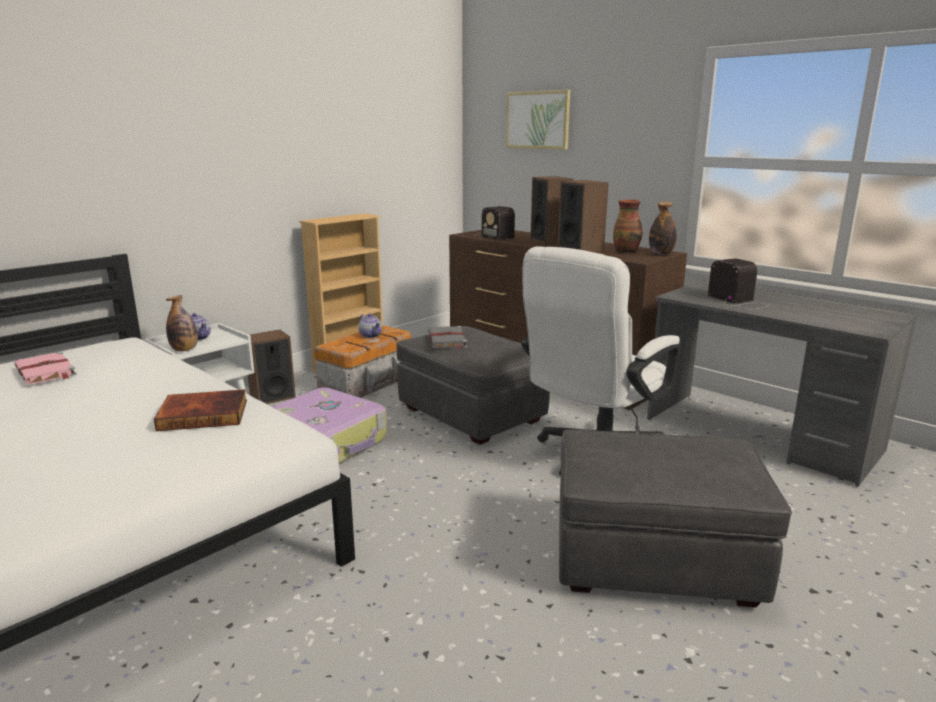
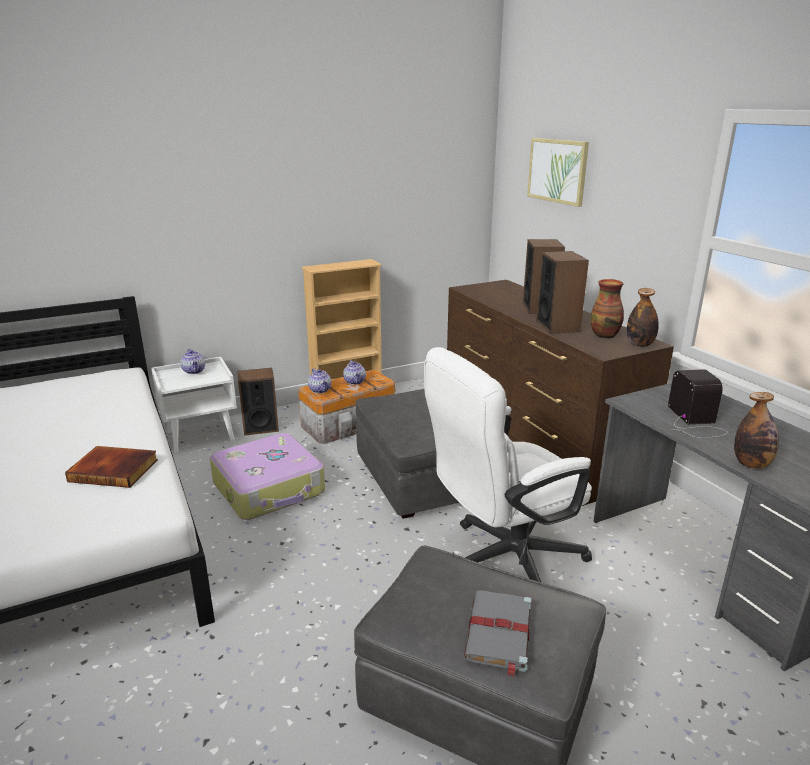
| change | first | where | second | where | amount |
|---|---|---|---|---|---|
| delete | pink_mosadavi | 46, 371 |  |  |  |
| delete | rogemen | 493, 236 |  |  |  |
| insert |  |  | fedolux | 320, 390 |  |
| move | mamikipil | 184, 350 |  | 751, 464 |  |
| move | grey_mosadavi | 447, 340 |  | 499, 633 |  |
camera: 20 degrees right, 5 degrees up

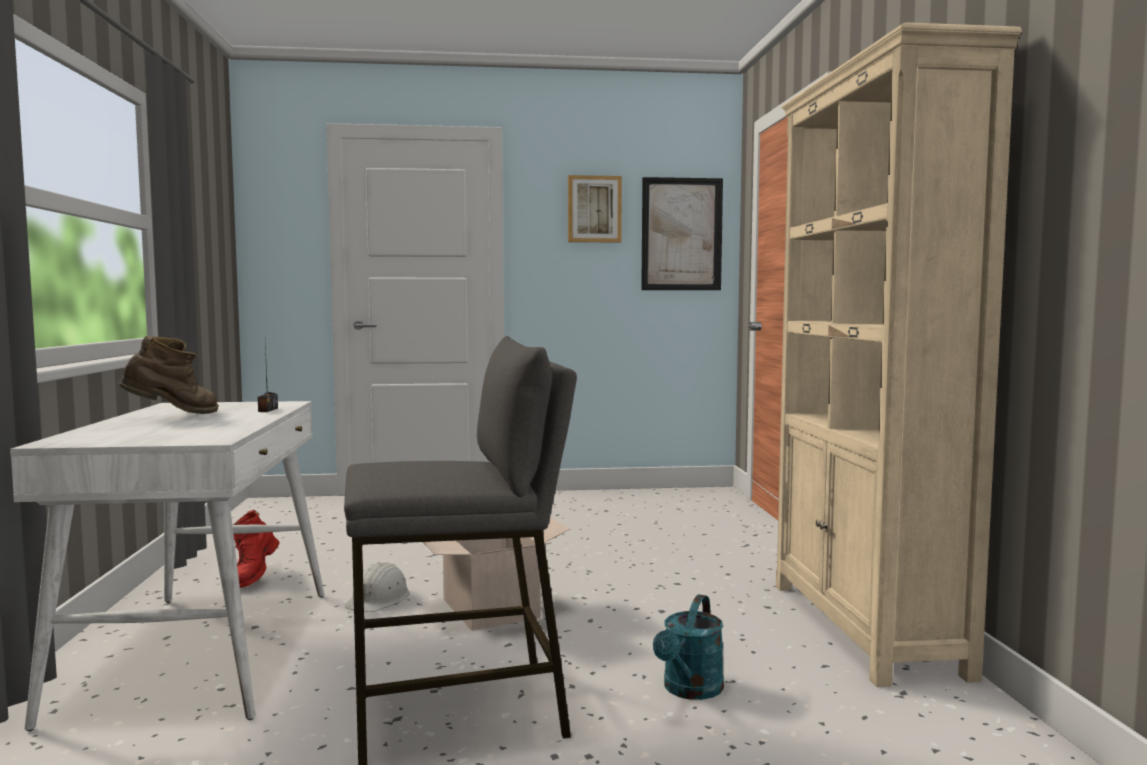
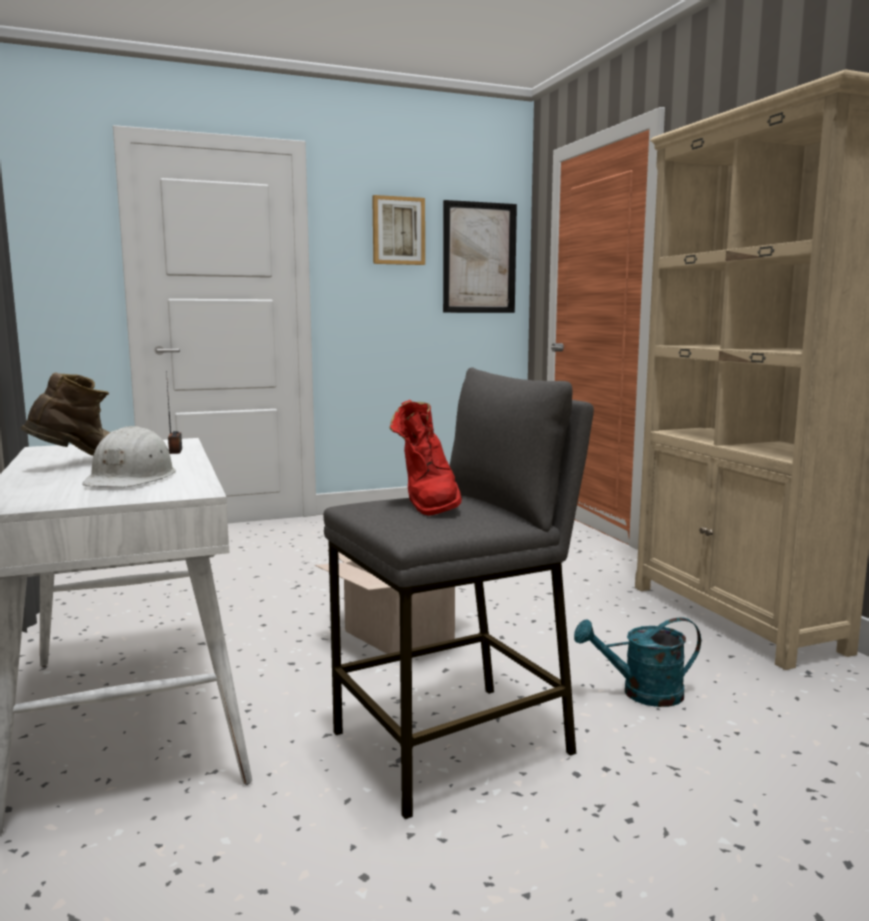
| change | first | where | second | where | amount |
|---|---|---|---|---|---|
| move | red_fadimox | 253, 578 |  | 427, 503 |  |
| move | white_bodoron | 378, 599 |  | 131, 478 |  |
| rotate | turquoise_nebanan | 689, 690 |  | 641, 693 | 75 degrees clockwise |
camera: 15 degrees left, 5 degrees up

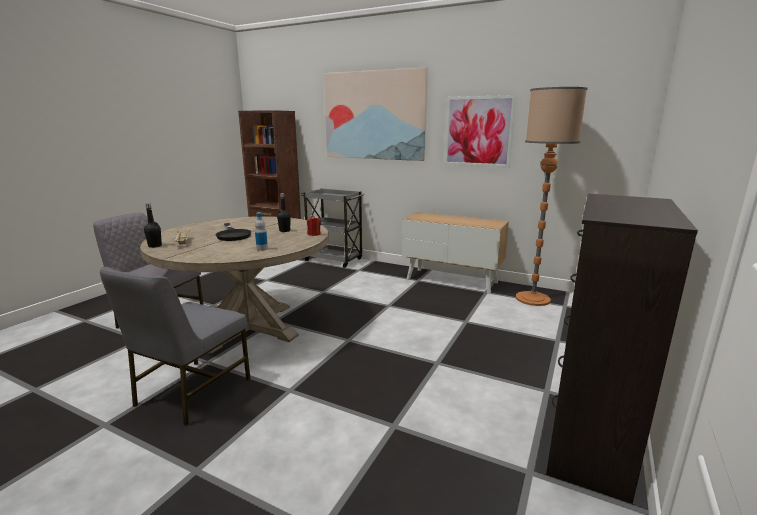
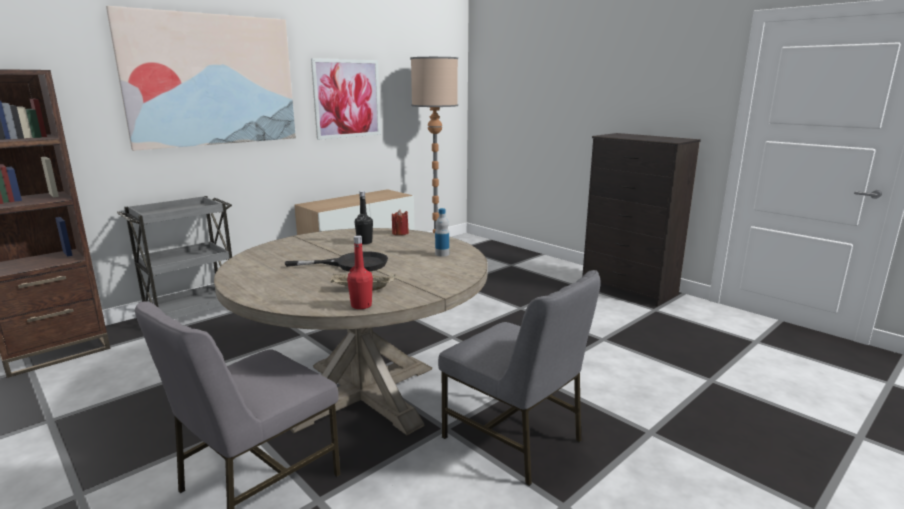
| change | first | where | second | where | amount |
|---|---|---|---|---|---|
| recolor | black_mamikipil | 155, 246 | red_mamikipil | 361, 305 |  |
camera: 70 degrees left, 0 degrees up

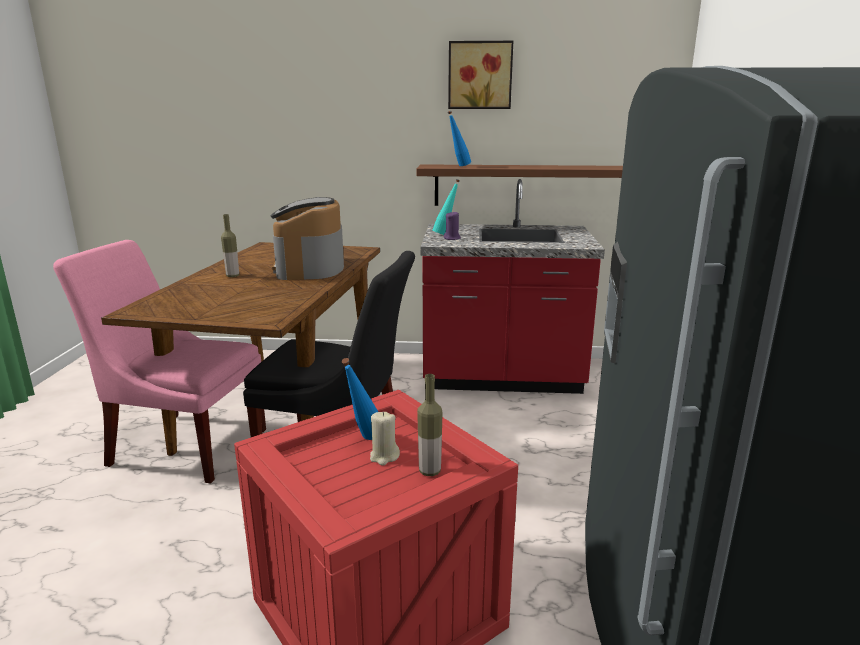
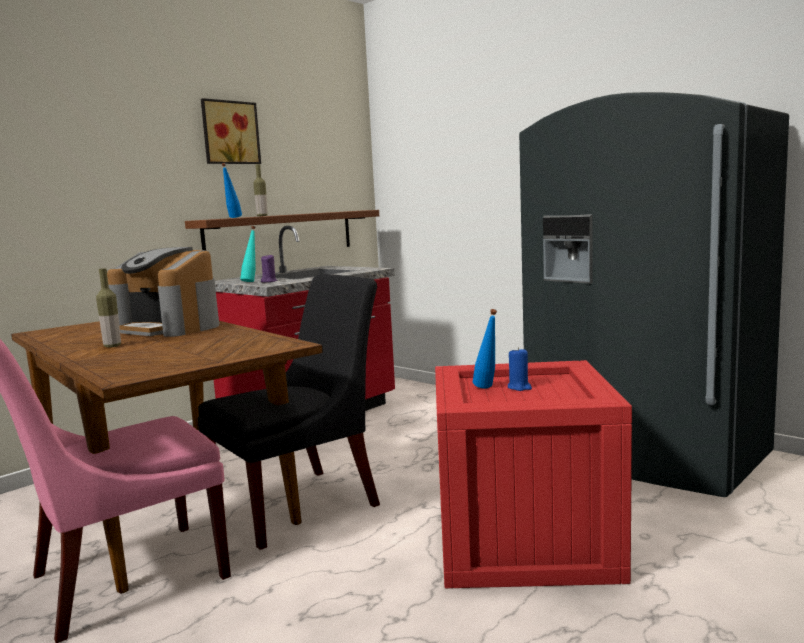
| change | first | where | second | where | amount |
|---|---|---|---|---|---|
| move | mamikipil | 429, 471 |  | 262, 216 |  |
| recolor | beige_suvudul | 384, 456 | blue_suvudul | 519, 387 |  |
camera: 50 degrees left, 10 degrees down

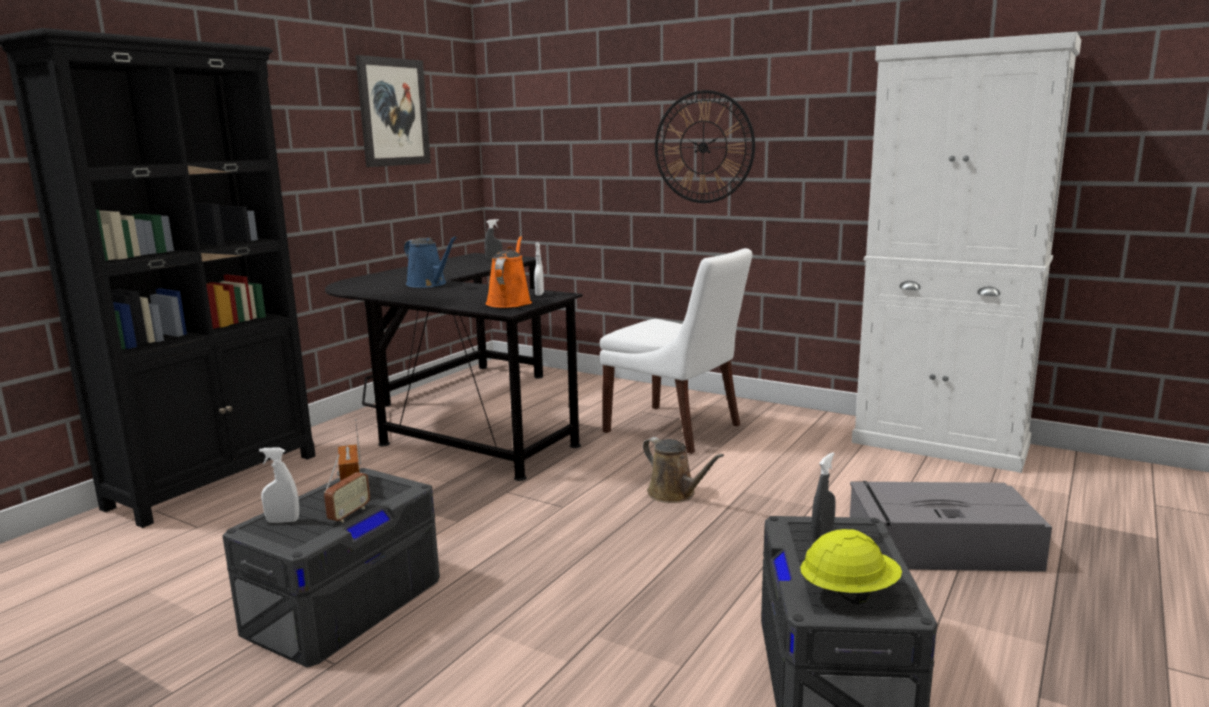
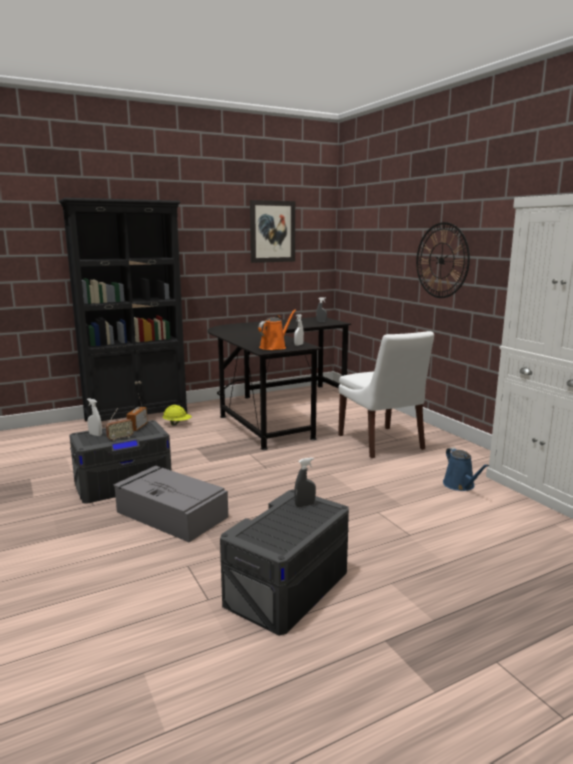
| change | first | where | second | where | amount |
|---|---|---|---|---|---|
| delete | brown_nebanan | 674, 494 |  |  |  |
| move | blue_nebanan | 429, 284 |  | 460, 485 |  |
| move | yellow_bodoron | 848, 593 |  | 177, 424 |  |
| move | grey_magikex | 938, 546 |  | 170, 514 |  |
camera: 30 degrees right, 0 degrees up

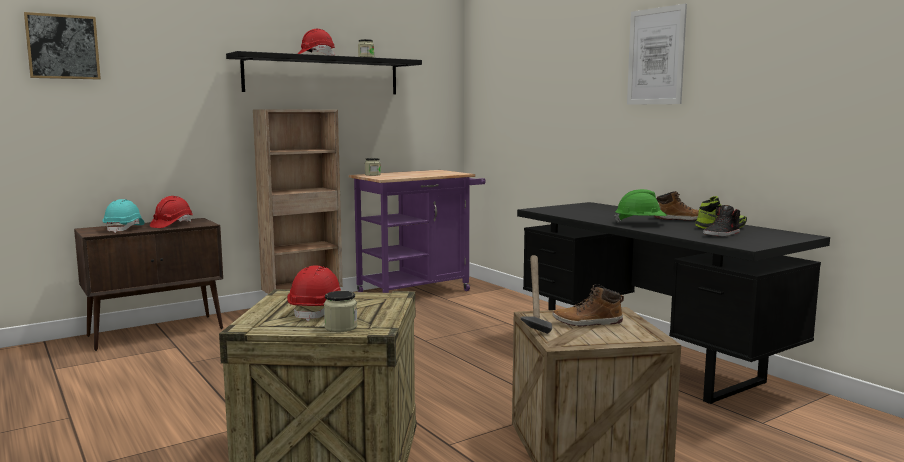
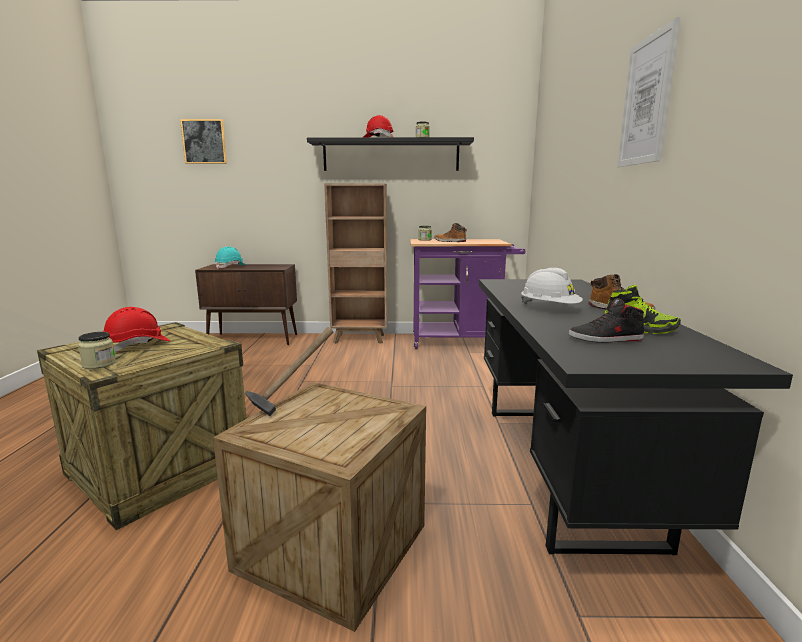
| change | first | where | second | where | amount |
|---|---|---|---|---|---|
| delete | red_bodoron | 171, 225 |  |  |  |
| move | fadimox | 587, 322 |  | 449, 241 |  |
| recolor | green_bodoron | 640, 223 | white_bodoron | 549, 308 |  |
camera: 35 degrees right, 5 degrees up

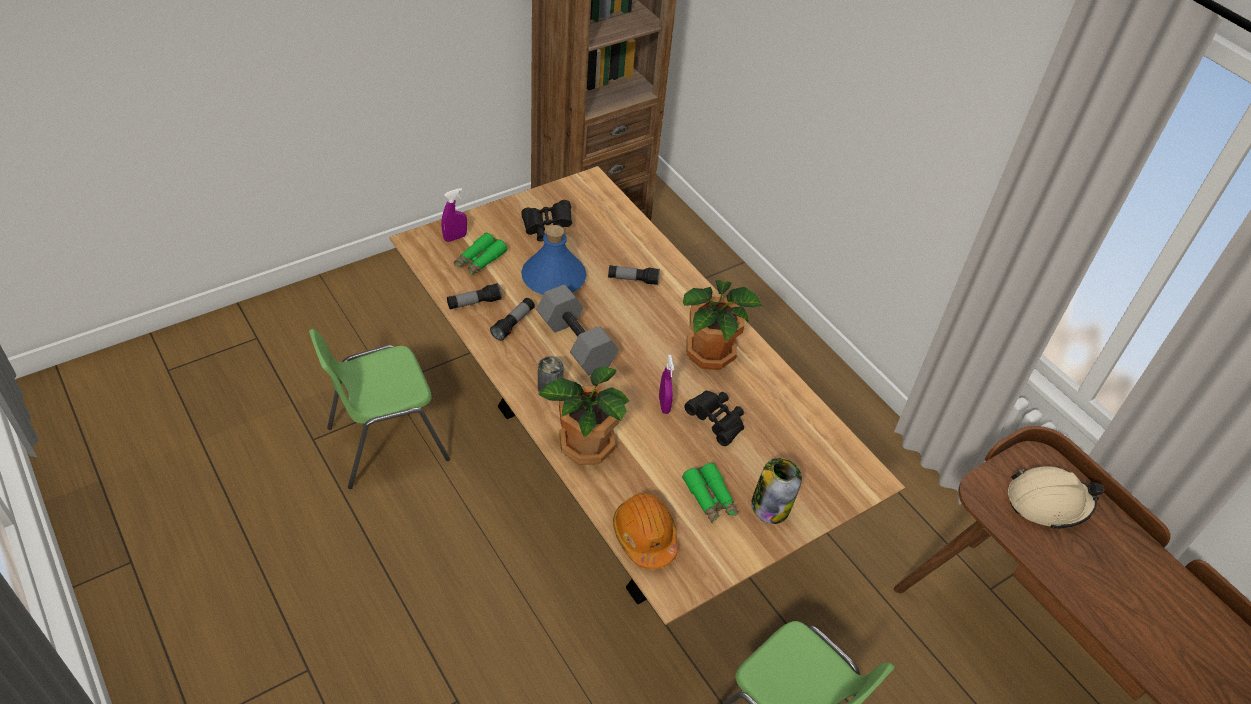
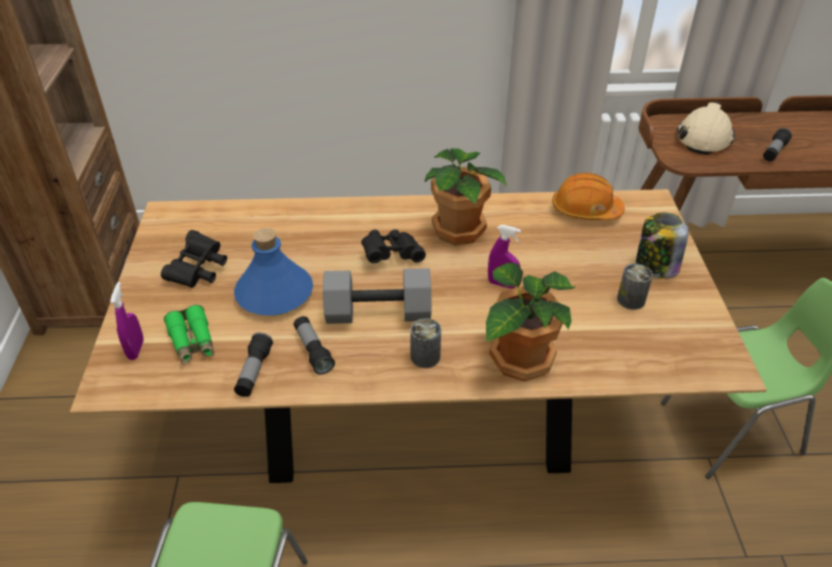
| change | first | where | second | where | amount |
|---|---|---|---|---|---|
| move | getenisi | 633, 280 |  | 774, 152 |  |
| move | orange_bodoron | 644, 536 |  | 585, 210 |  |
| move | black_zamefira | 716, 422 |  | 391, 255 |  |
| replace | green_zamefira | 710, 498 | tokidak | 631, 300 |  |
camera: 55 degrees left, 5 degrees down

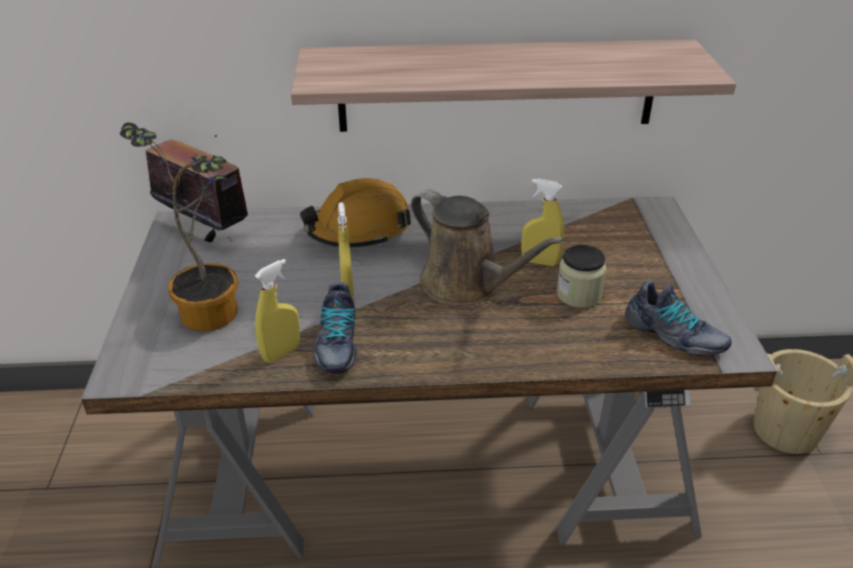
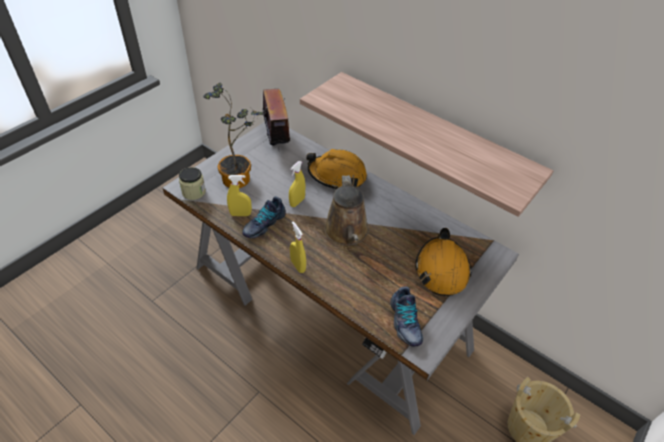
| change | first | where | second | where | amount |
|---|---|---|---|---|---|
| insert |  |  | orange_bodoron | 441, 269 |  |
| move | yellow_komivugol | 540, 262 |  | 298, 266 |  |
| move | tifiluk | 578, 294 |  | 194, 192 |  |
camera: 40 degrees right, 10 degrees up

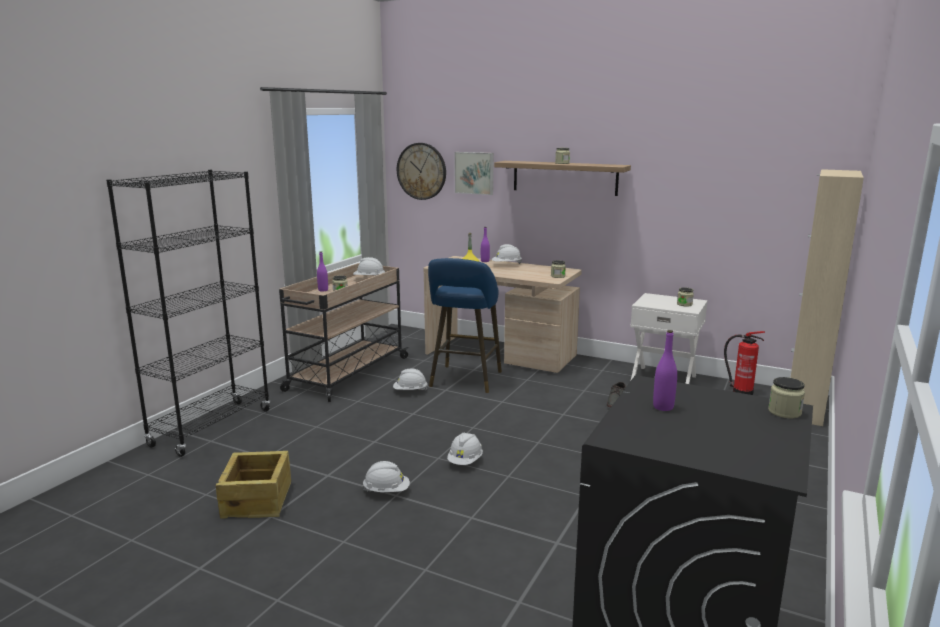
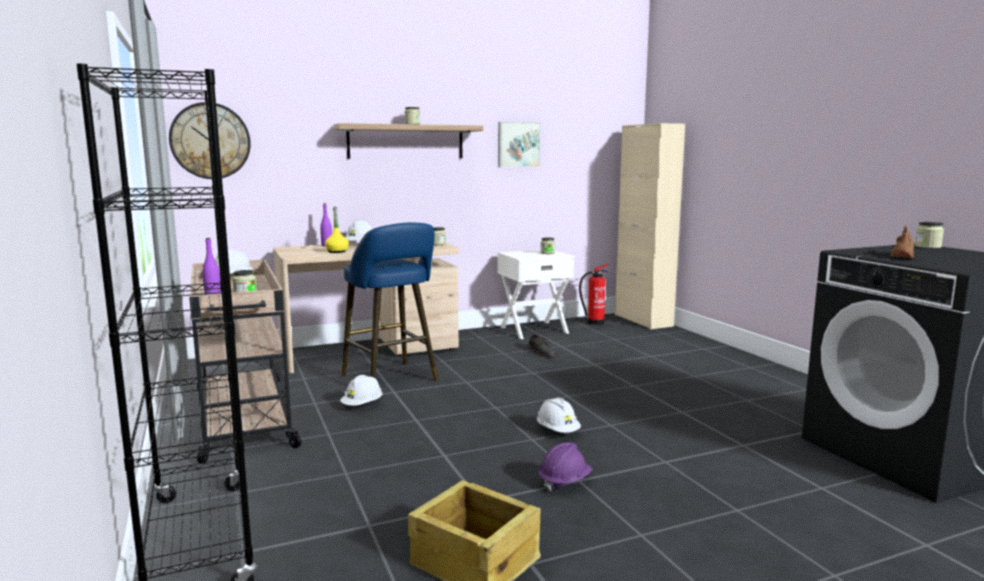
| change | first | where | second | where | amount |
|---|---|---|---|---|---|
| move | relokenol | 474, 173 |  | 518, 144 |  |
| replace | purple_mamikipil | 663, 407 | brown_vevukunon | 901, 256 |  |
| recolor | white_bodoron | 386, 491 | purple_bodoron | 564, 482 |  |
camera: 50 degrees left, 5 degrees down

